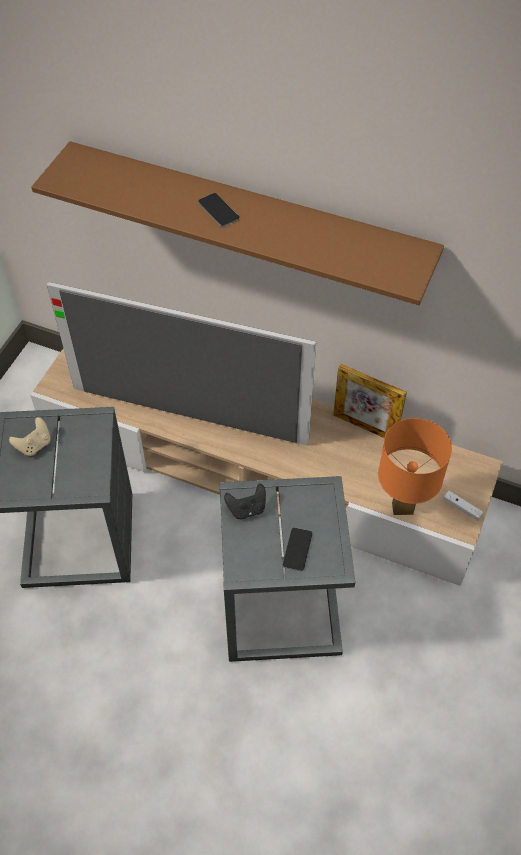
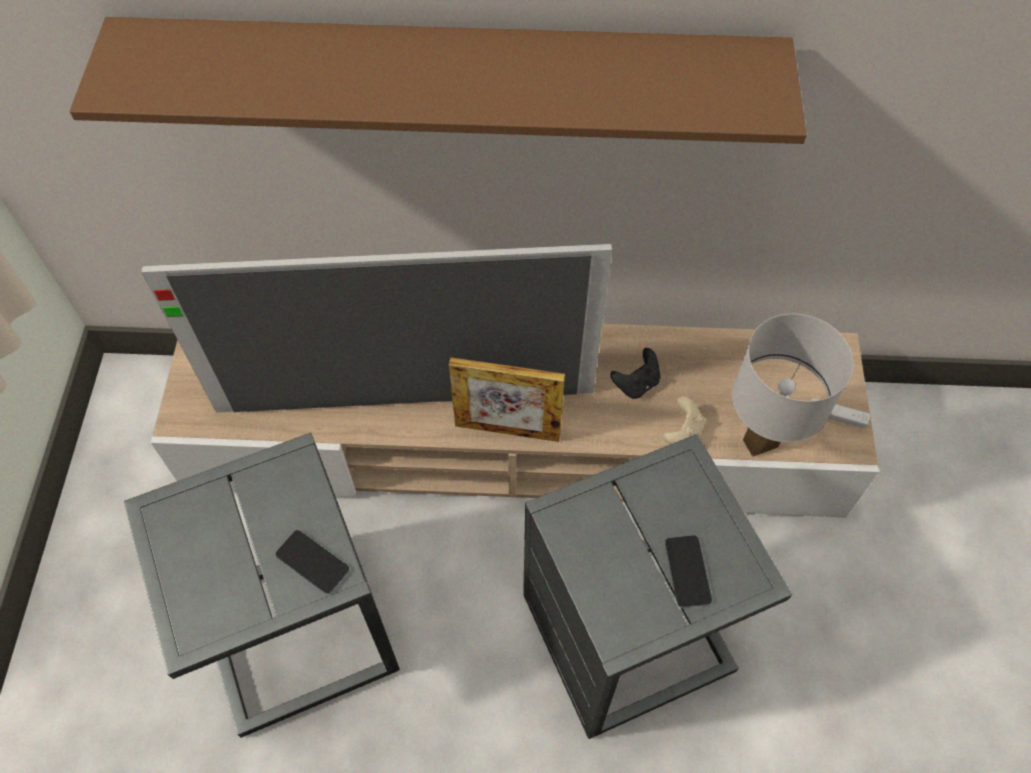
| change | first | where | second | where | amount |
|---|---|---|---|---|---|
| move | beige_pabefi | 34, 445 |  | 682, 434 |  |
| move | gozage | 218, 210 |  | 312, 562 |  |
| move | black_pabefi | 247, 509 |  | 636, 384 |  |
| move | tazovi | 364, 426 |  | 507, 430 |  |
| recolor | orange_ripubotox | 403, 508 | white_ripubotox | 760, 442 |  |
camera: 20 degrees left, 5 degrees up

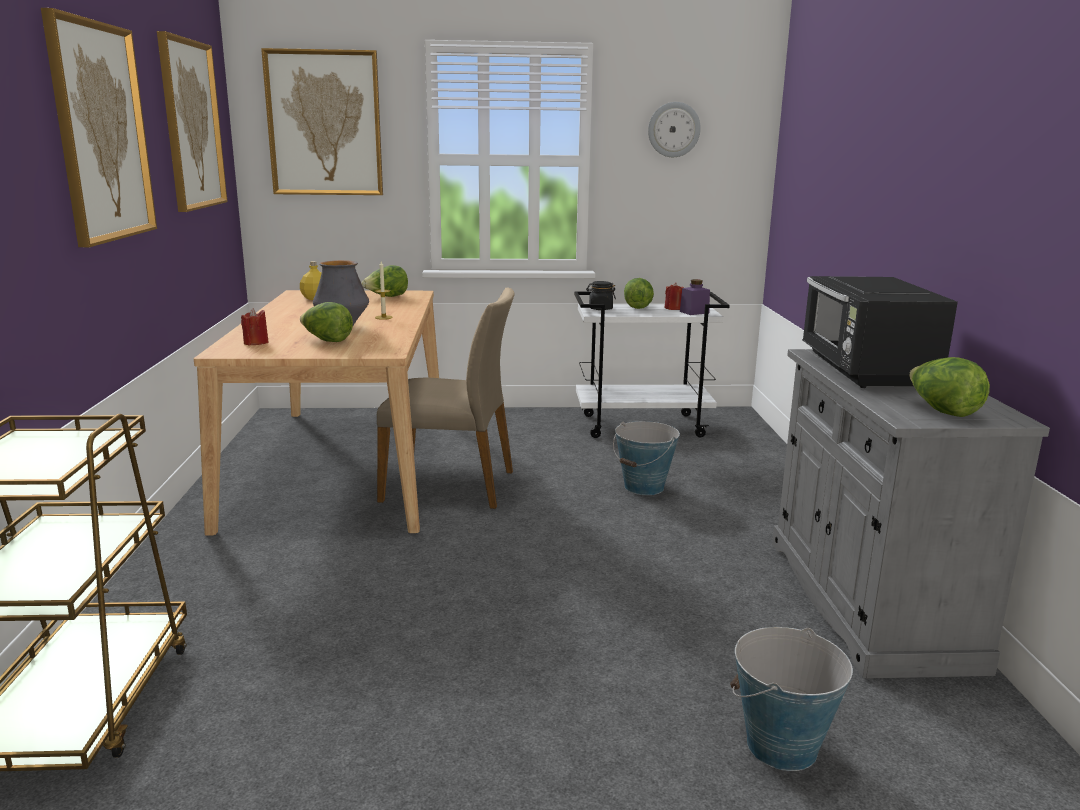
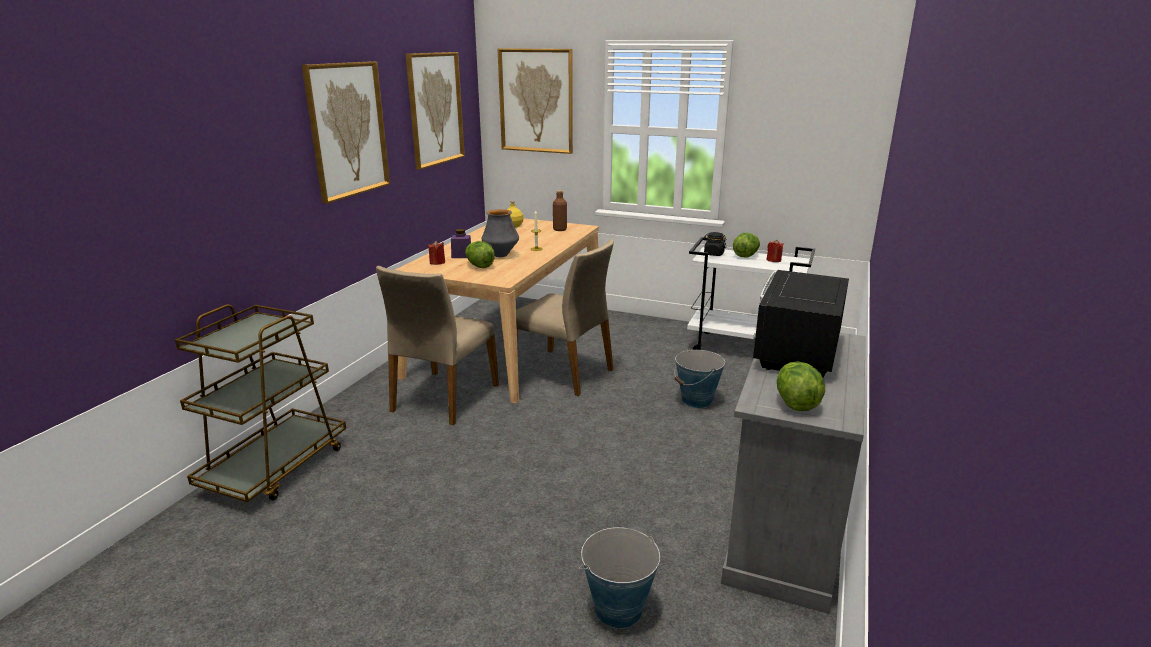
| change | first | where | second | where | amount |
|---|---|---|---|---|---|
| delete | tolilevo | 673, 129 |  |  |  |
| insert |  |  | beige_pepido | 443, 398 |  |
| move | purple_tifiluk | 694, 312 |  | 461, 255 |  |
| replace | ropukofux | 387, 297 | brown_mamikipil | 560, 229 |  |
camera: 25 degrees right, 5 degrees up

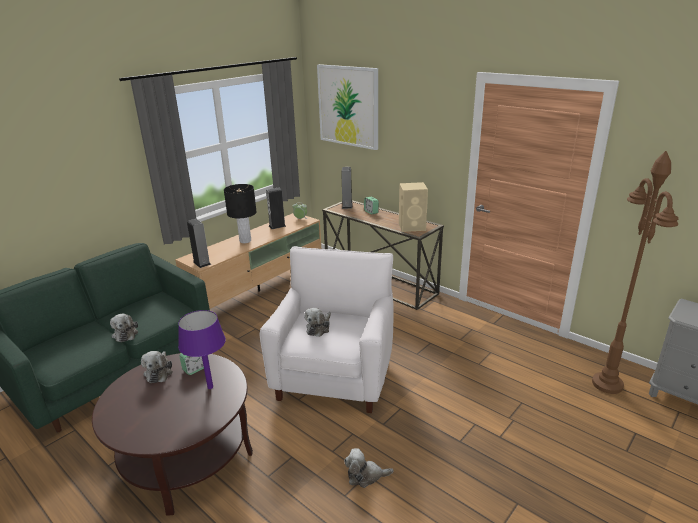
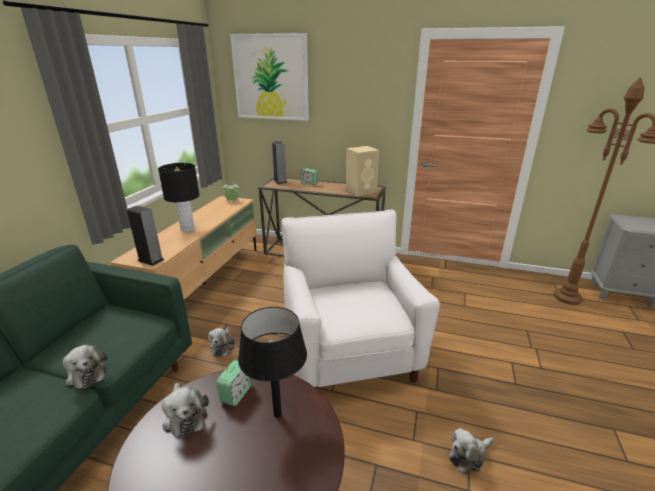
| change | first | where | second | where | amount |
|---|---|---|---|---|---|
| delete | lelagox | 277, 226 |  |  |  |
| move | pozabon | 319, 328 |  | 223, 346 |  |
| recolor | purple_ripubotox | 210, 387 | black_ripubotox | 277, 414 |  |
camera: 25 degrees left, 0 degrees up

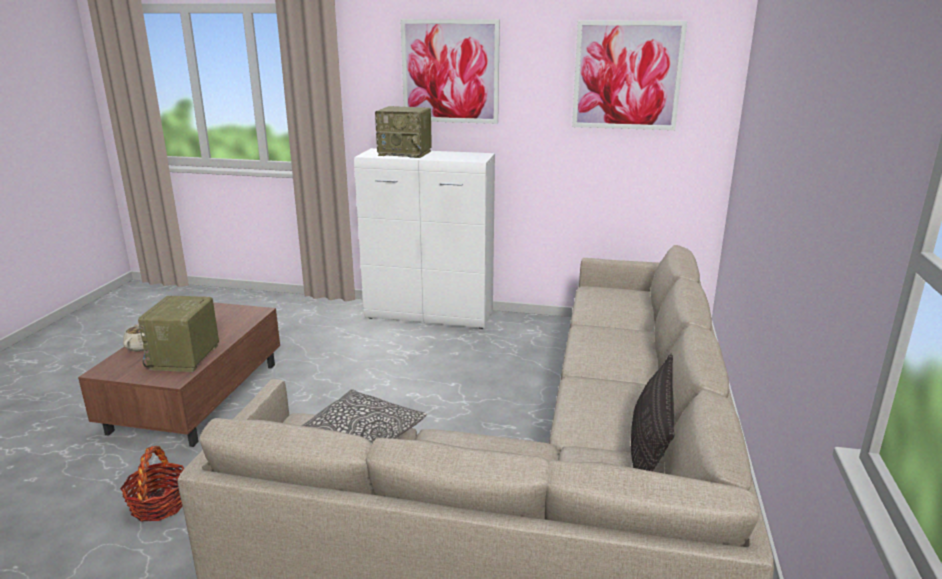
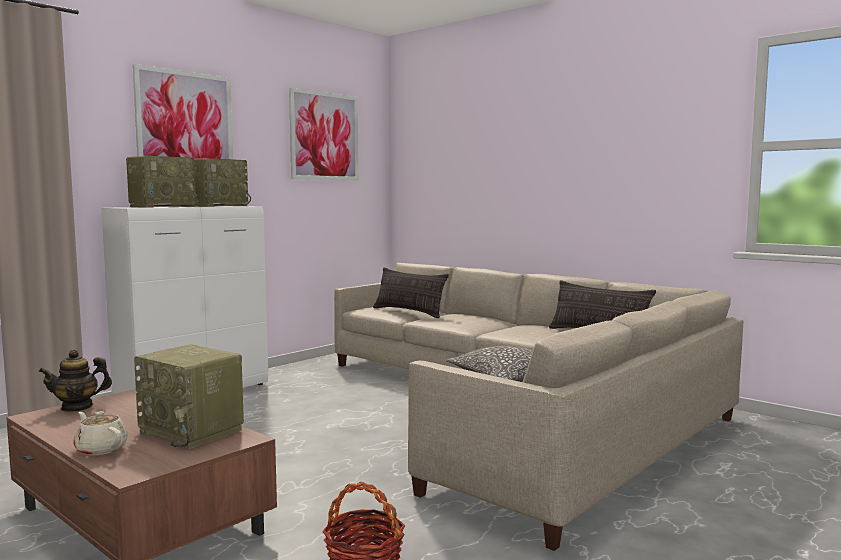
| change | first | where | second | where | amount |
|---|---|---|---|---|---|
| insert |  |  | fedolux | 77, 407 |  |
| insert |  |  | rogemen | 217, 206 |  |
| insert |  |  | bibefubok | 409, 312 |  |
camera: 60 degrees left, 15 degrees down

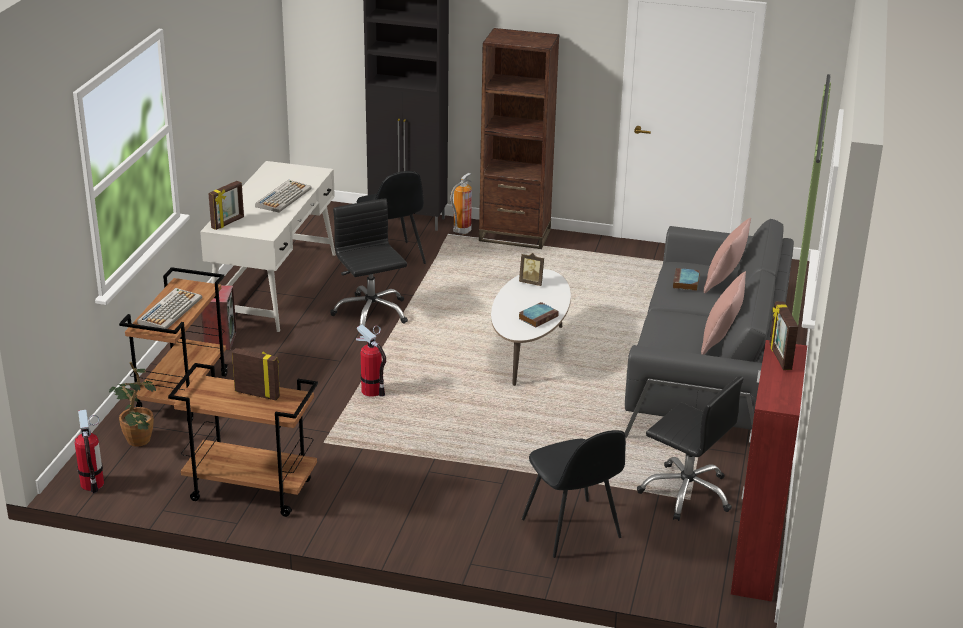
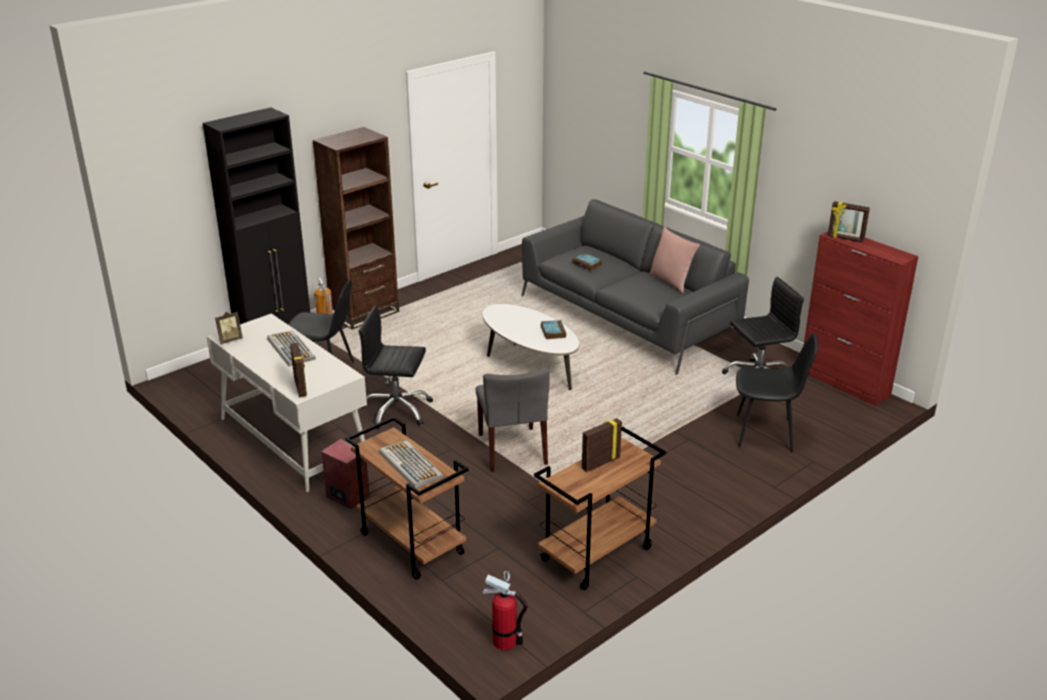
| change | first | where | second | where | amount |
|---|---|---|---|---|---|
| delete | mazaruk | 138, 443 |  |  |  |
| delete | pink_bibefubok | 724, 282 |  |  |  |
| move | tazovi | 532, 282 |  | 230, 340 |  |
| replace | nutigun | 372, 391 | grey_pepido | 512, 449 |  |
camera: 55 degrees left, 0 degrees up

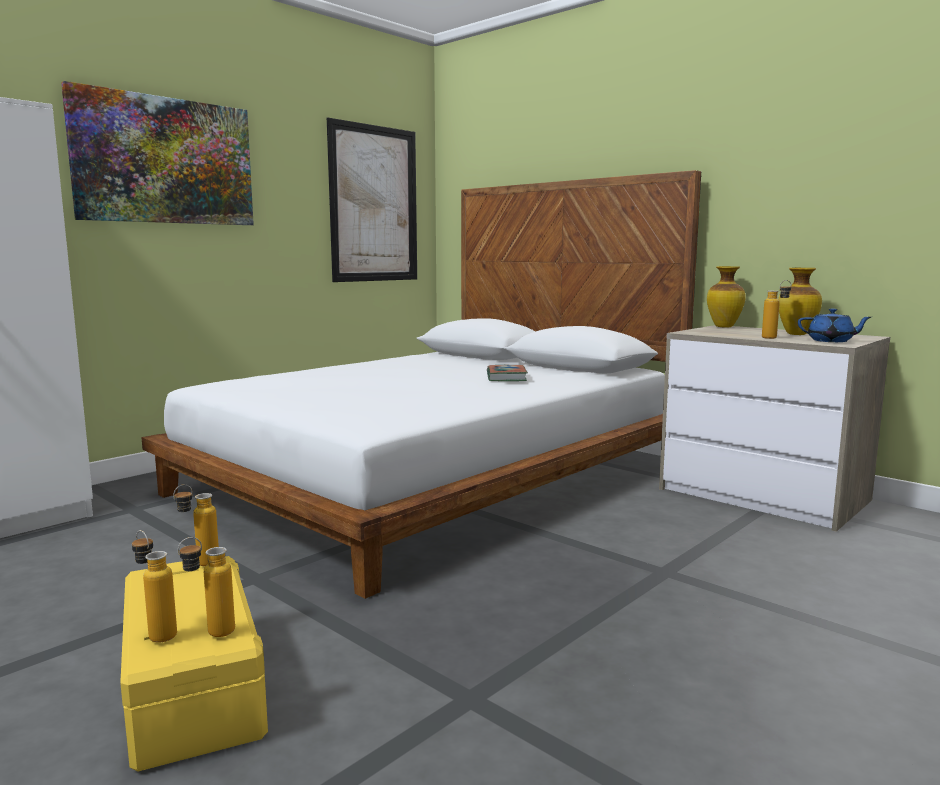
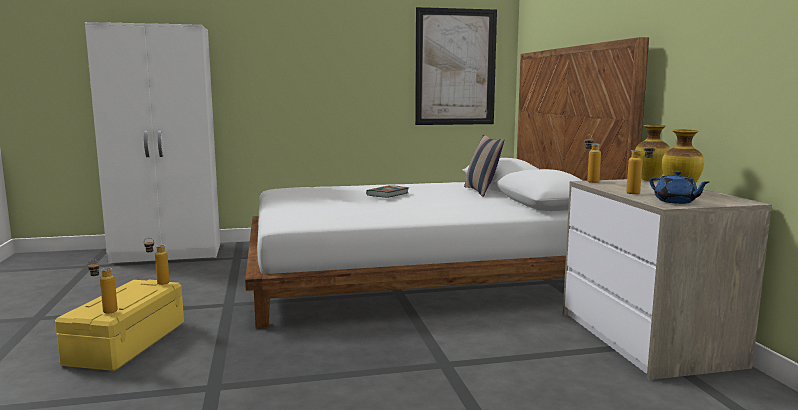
| change | first | where | second | where | amount |
|---|---|---|---|---|---|
| delete | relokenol | 165, 161 |  |  |  |
| insert |  |  | bibefubok | 481, 191 |  |
| move | mamikipil | 157, 633 |  | 590, 181 |  |
| move | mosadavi | 506, 377 |  | 387, 194 |  |
camera: 35 degrees right, 0 degrees up

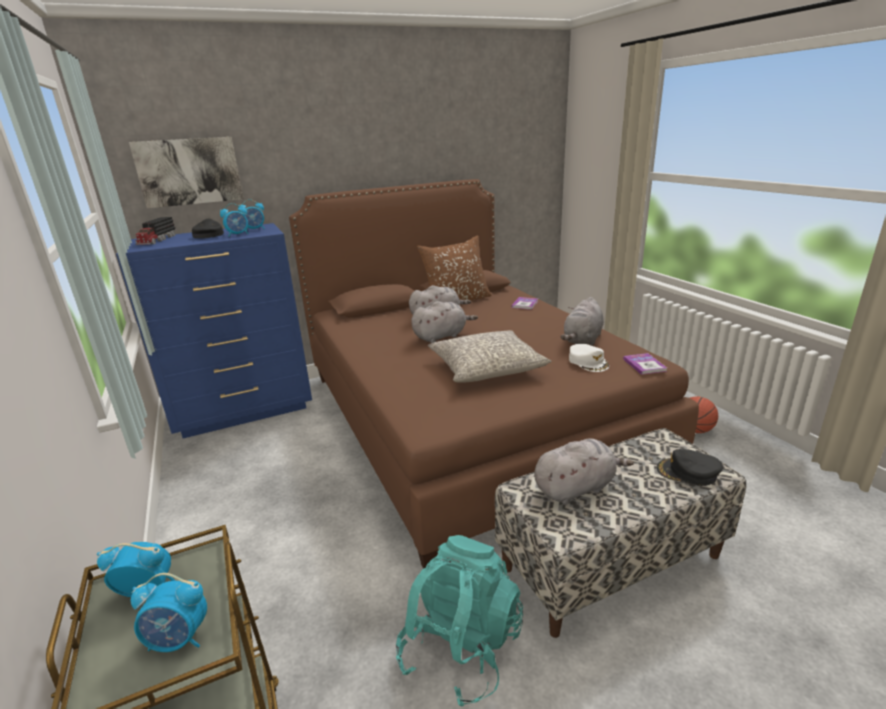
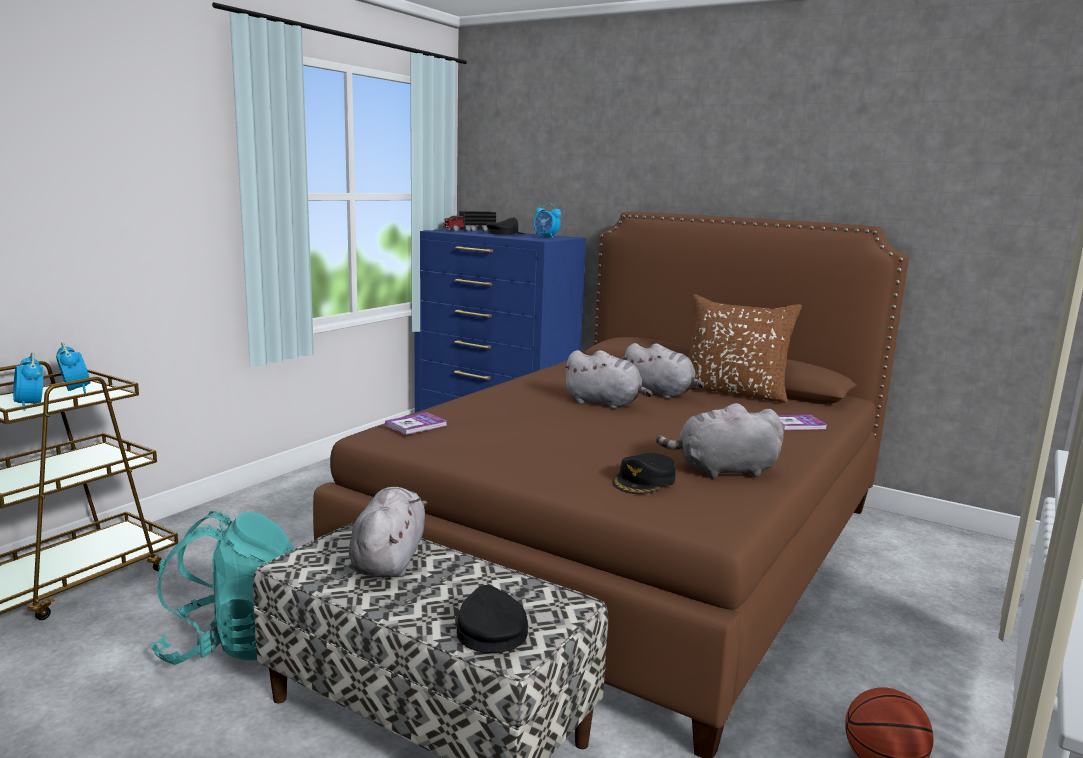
| change | first | where | second | where | amount |
|---|---|---|---|---|---|
| delete | relokenol | 189, 171 |  |  |  |
| delete | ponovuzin | 238, 235 |  |  |  |
| delete | grey_bibefubok | 486, 368 |  |  |  |
| move | mosadavi | 644, 365 |  | 416, 425 |  |
| recolor | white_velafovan | 588, 362 | black_velafovan | 644, 481 |  |
| rotate | grey_pozabon | 576, 488 |  | 389, 560 | 120 degrees counterclockwise |
camera: 55 degrees right, 10 degrees down

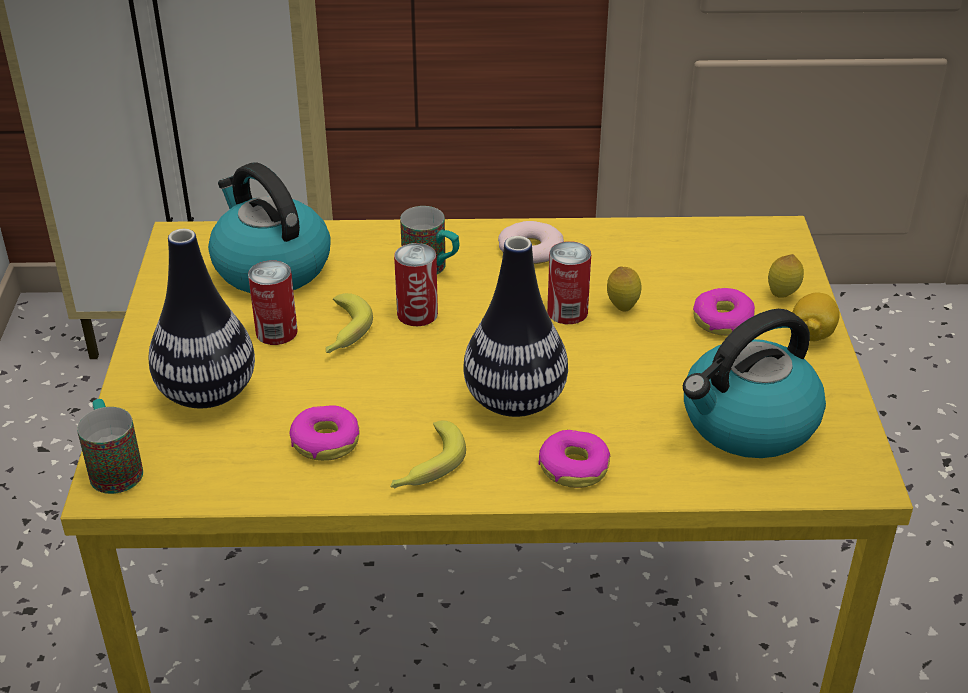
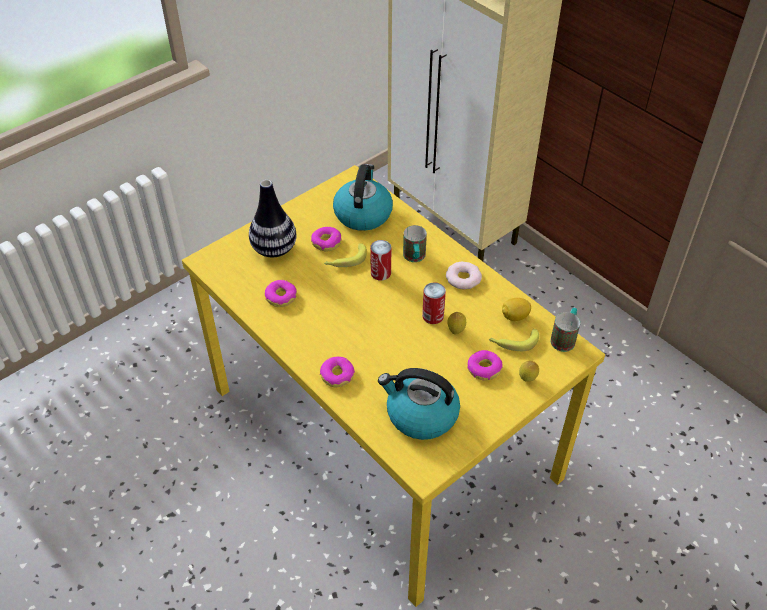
| change | first | where | second | where | amount |
|---|---|---|---|---|---|
| delete | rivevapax | 514, 401 |  |  |  |
| move | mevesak | 114, 467 |  | 564, 338 |  |
| move | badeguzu | 426, 466 |  | 513, 342 |  |
| move | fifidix | 811, 334 |  | 514, 317 |  |
| replace | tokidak | 276, 332 | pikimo | 326, 242 |  |
camera: 50 degrees right, 10 degrees up

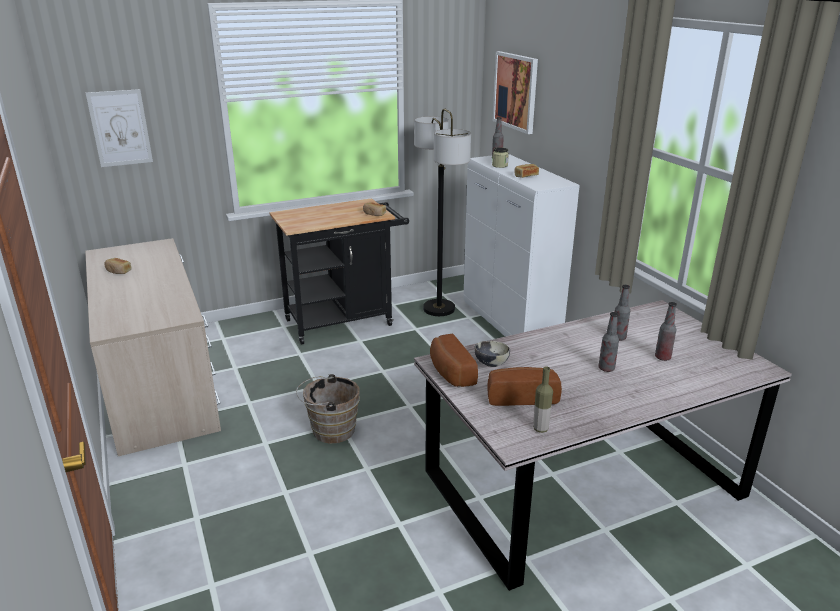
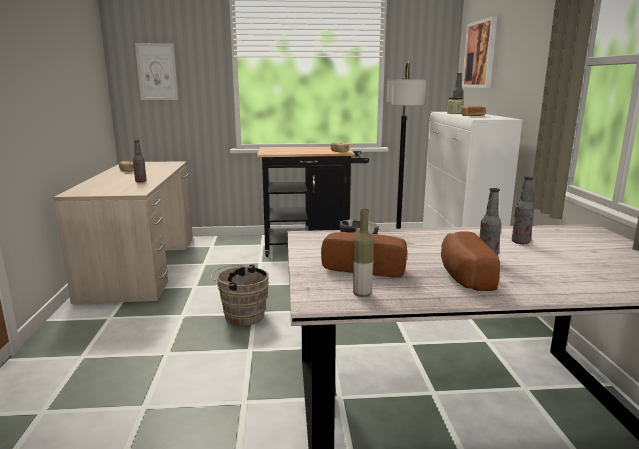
| change | first | where | second | where | amount |
|---|---|---|---|---|---|
| move | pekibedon | 449, 373 |  | 462, 276 |  |
| move | mamikipil | 662, 357 |  | 141, 181 |  |
camera: 20 degrees right, 10 degrees down

